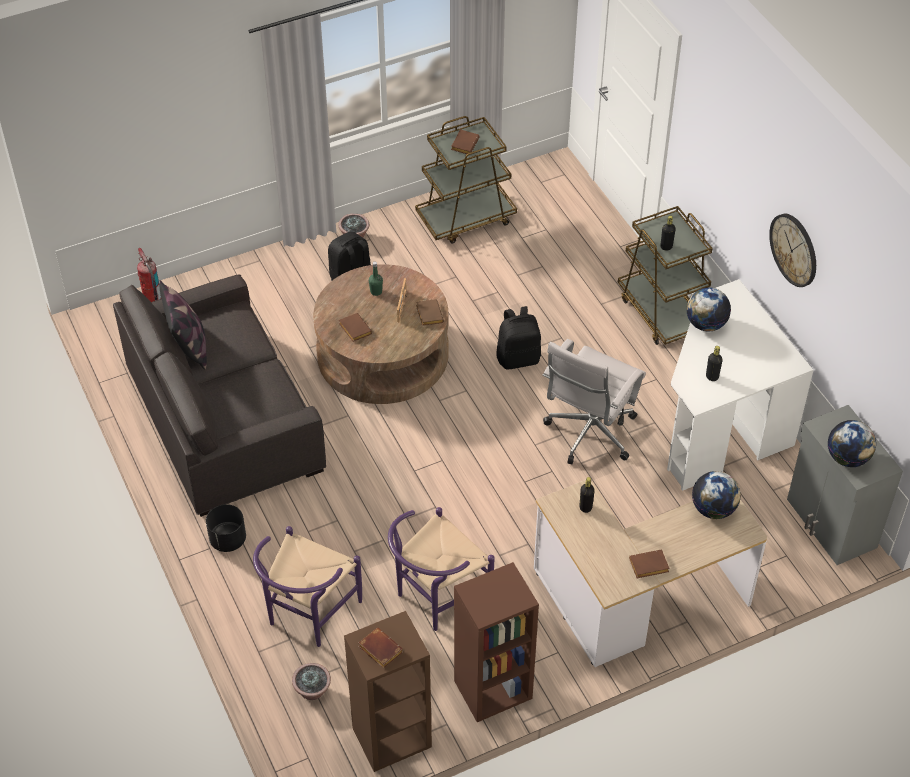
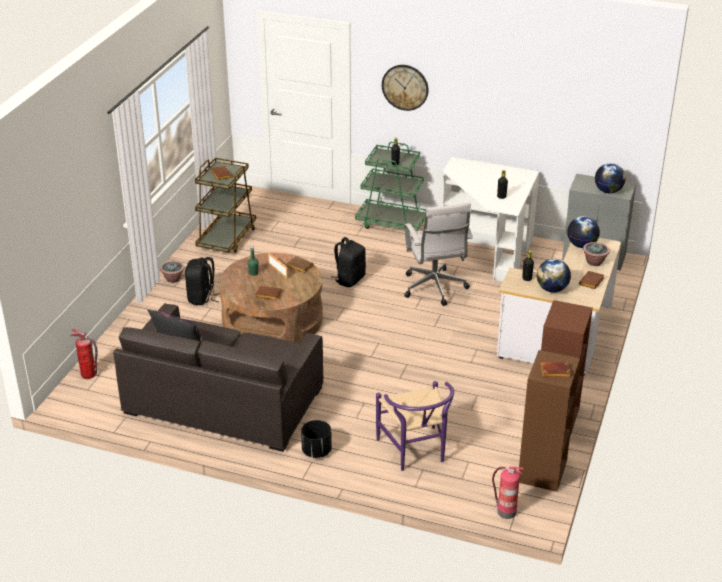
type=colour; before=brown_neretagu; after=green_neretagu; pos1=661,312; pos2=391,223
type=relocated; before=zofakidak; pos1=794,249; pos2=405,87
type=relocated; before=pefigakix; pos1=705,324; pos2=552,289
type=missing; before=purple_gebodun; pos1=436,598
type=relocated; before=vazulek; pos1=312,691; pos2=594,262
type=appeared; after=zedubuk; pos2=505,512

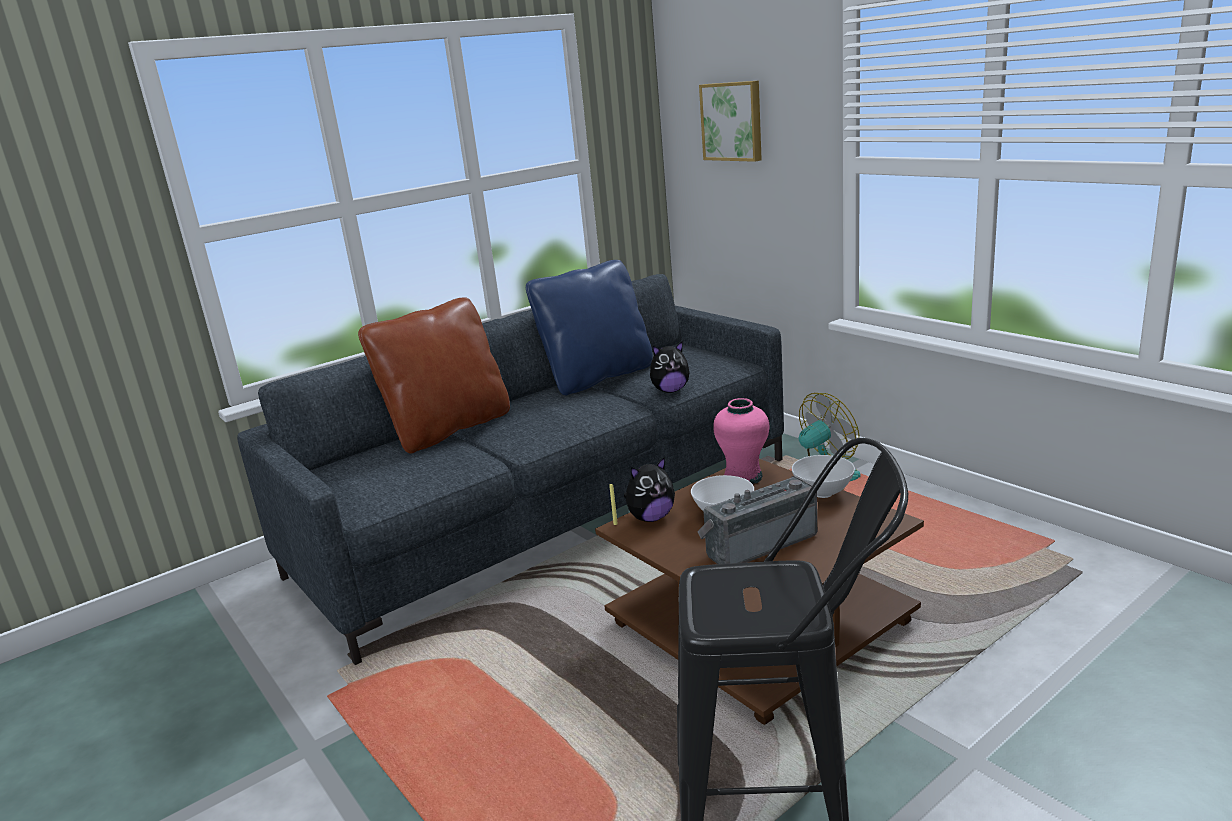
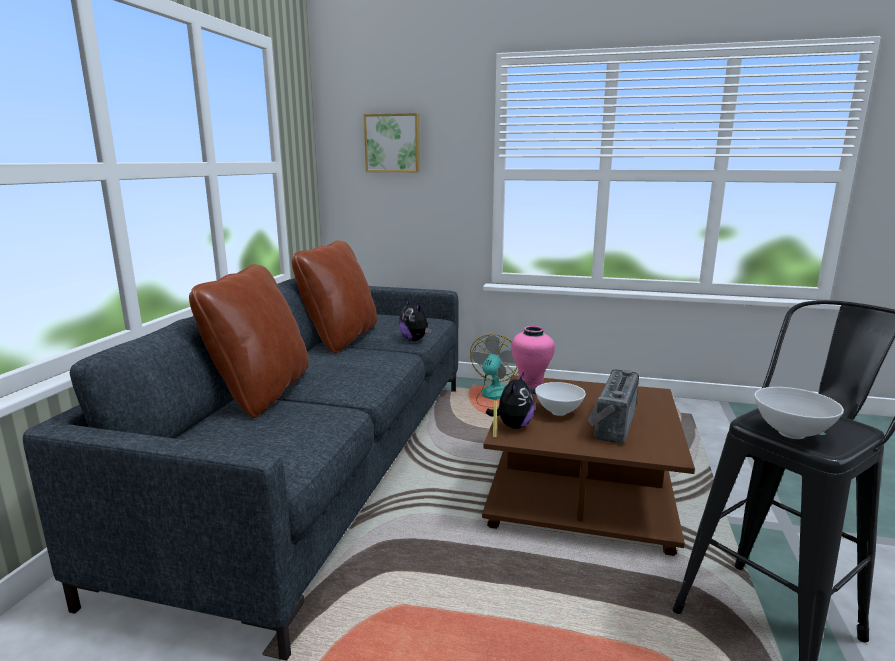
type=colour; before=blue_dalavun; after=brown_dalavun; pos1=597,377; pos2=340,338
type=spun; before=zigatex; pos1=670,390; pos2=415,339; turn=105
type=relocated; before=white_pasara; pos1=823,493; pos2=791,433

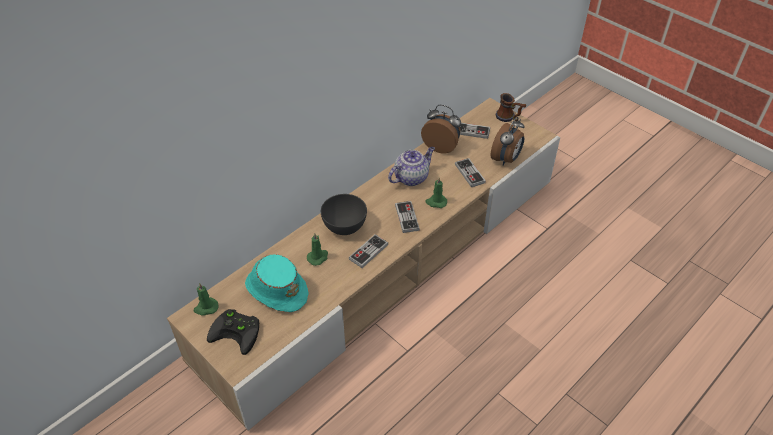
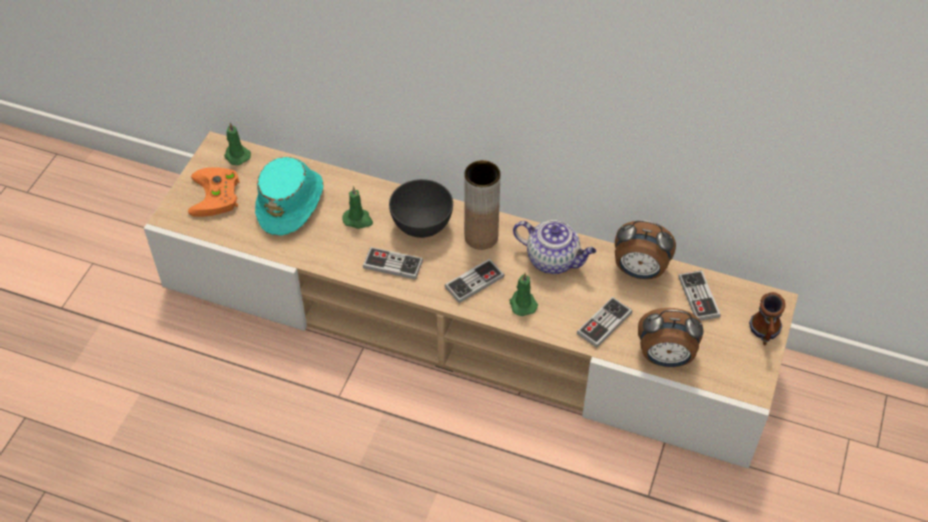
type=spun; before=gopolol; pos1=441,146; pos2=639,271; turn=105
type=colour; before=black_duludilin; after=orange_duludilin; pos1=238,332; pos2=217,196
type=appeared; after=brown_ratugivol; pos2=481,237

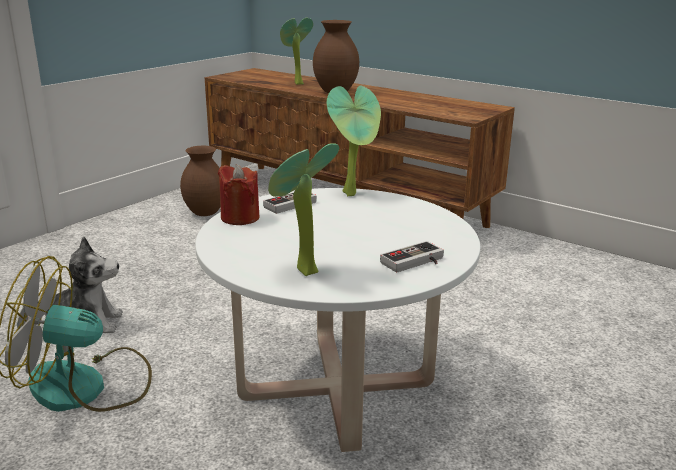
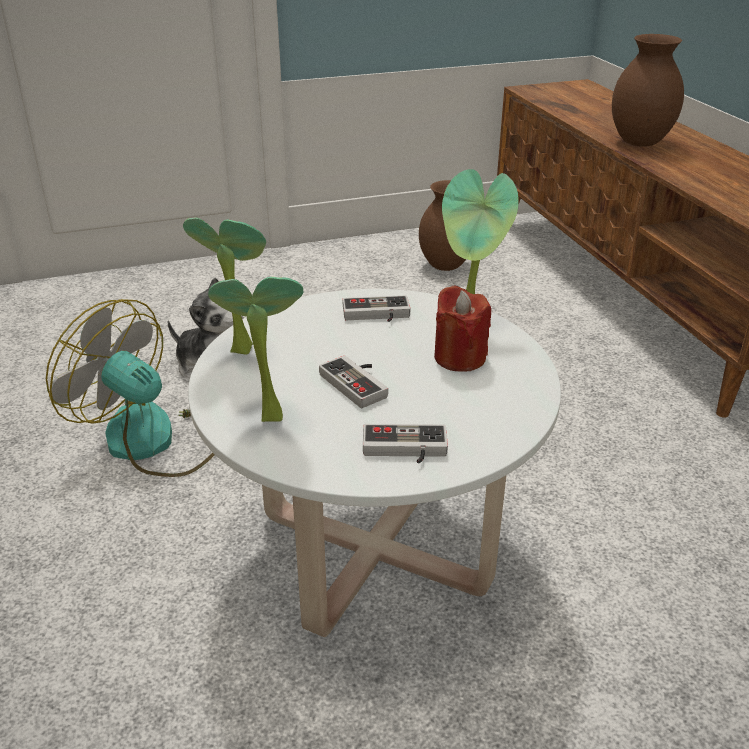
type=relocated; before=vazulek; pos1=296,84; pos2=239,347
type=relocated; before=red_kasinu; pos1=240,218; pos2=459,358
type=appeared; after=duludilin; pos2=359,383

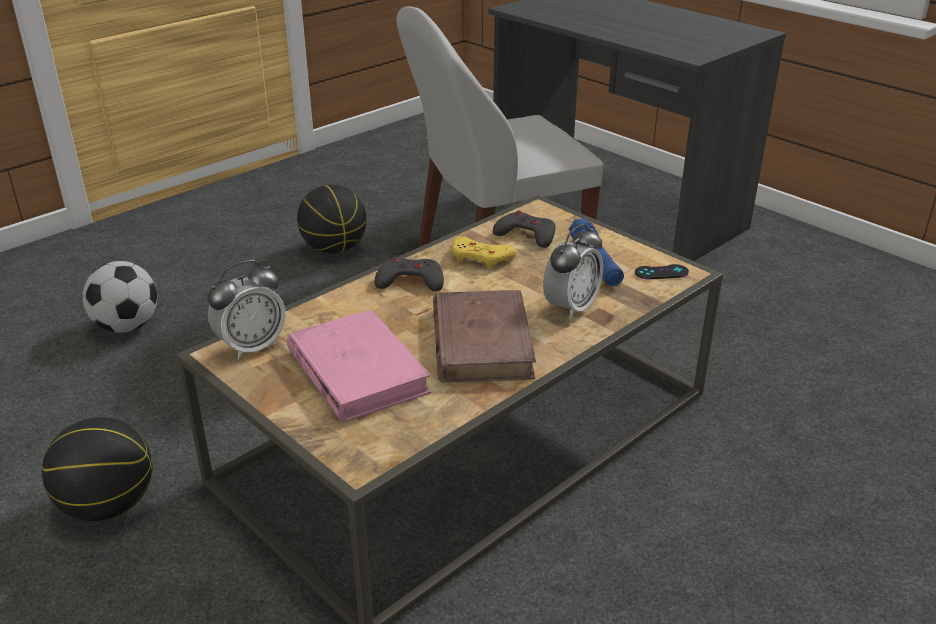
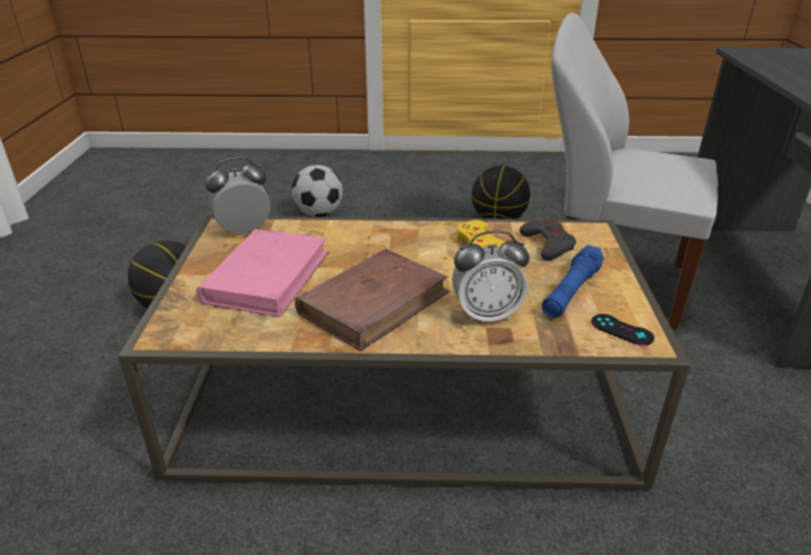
type=missing; before=grey_duludilin; pos1=410,281
type=spun; before=gopolol; pos1=251,347; pos2=244,230; turn=150

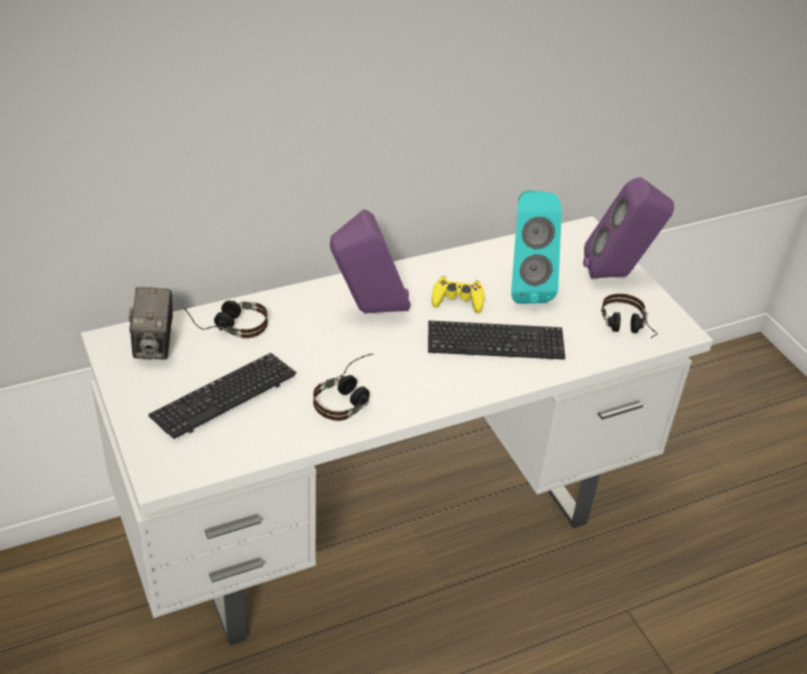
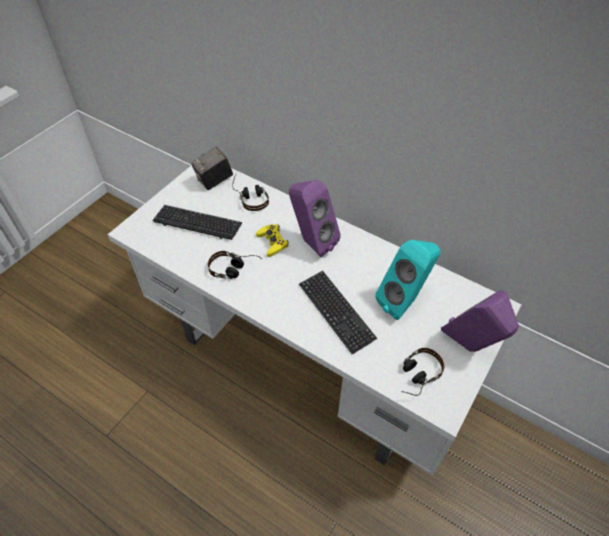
type=relocated; before=yellow_duludilin; pos1=457,299; pos2=272,242

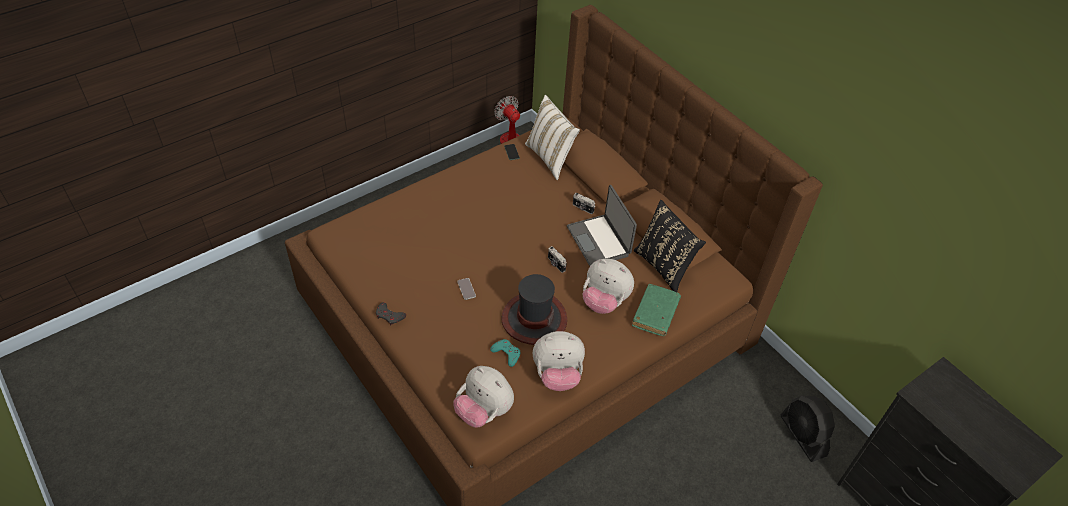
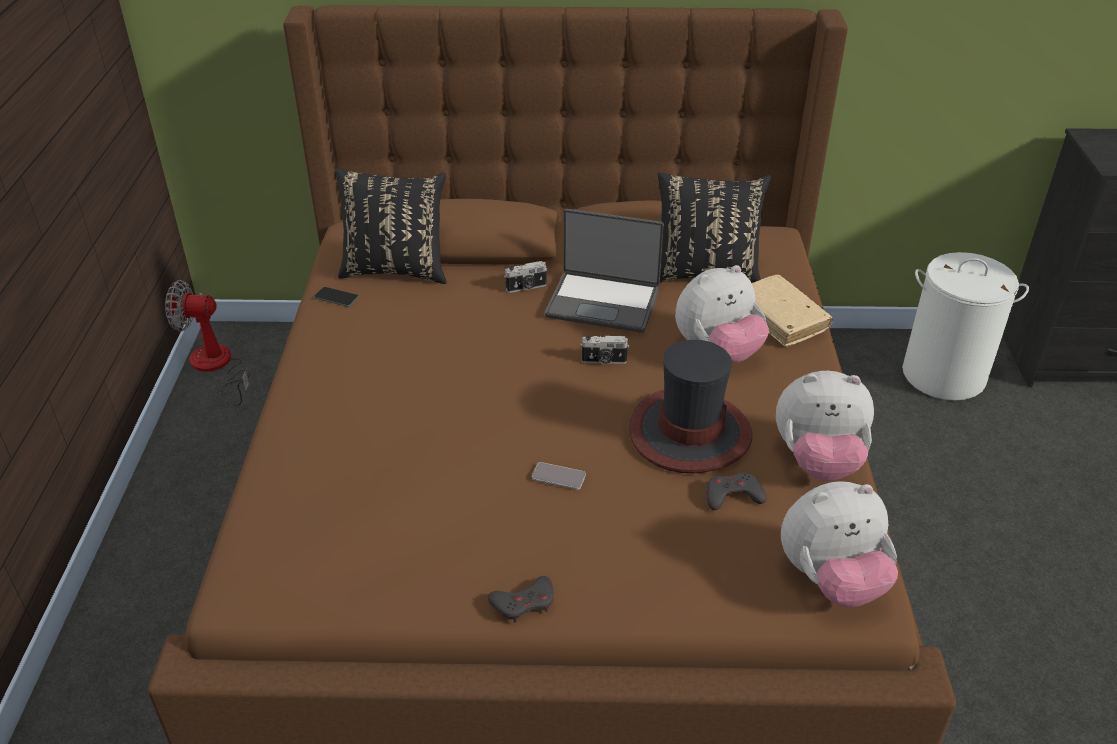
type=colour; before=white_dalavun; after=black_dalavun; pos1=550,158; pos2=396,269
type=colour; before=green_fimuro; after=beige_fimuro; pos1=655,313; pos2=780,318
type=spun; before=zigatex; pos1=557,375; pos2=818,461; turn=60
type=colour; before=turquoise_duludilin; after=grey_duludilin; pos1=506,353; pos2=732,495
type=exchanged; before=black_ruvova; after=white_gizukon; pos1=803,436; pos2=944,375

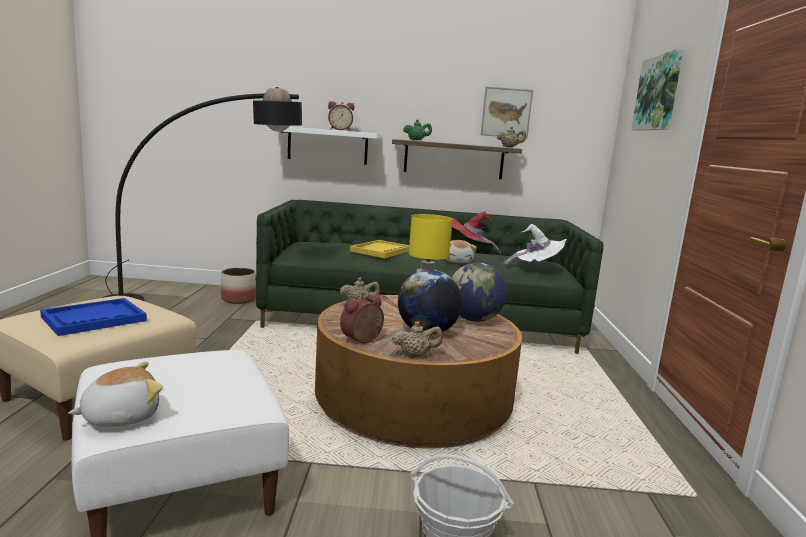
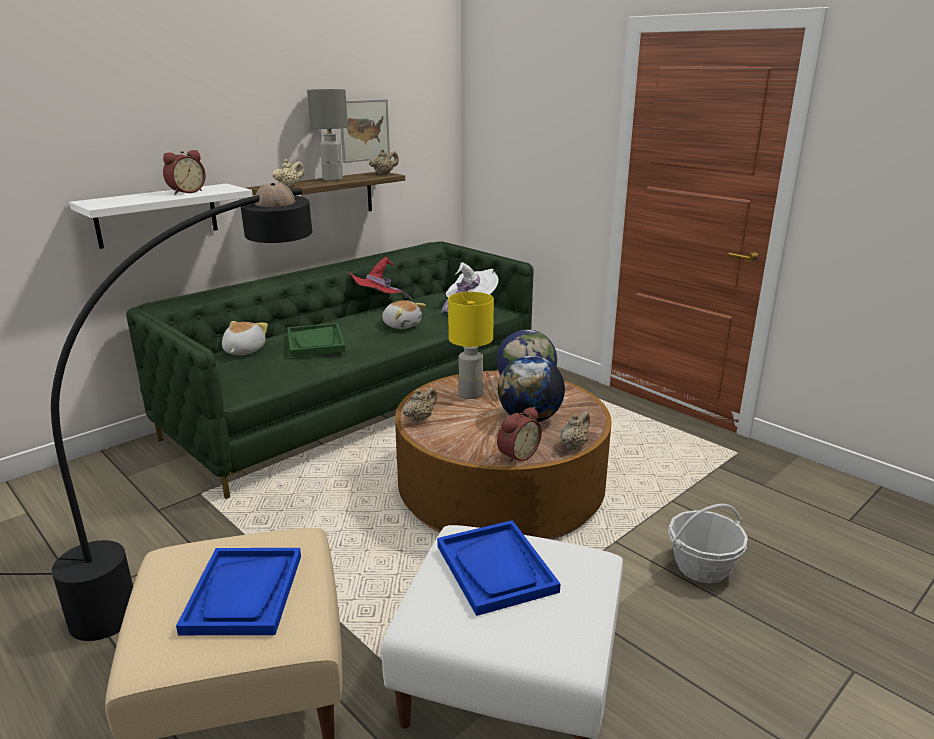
type=missing; before=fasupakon; pos1=658,93
type=colour; before=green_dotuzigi; after=beige_dotuzigi; pos1=416,140; pos2=289,187
type=colour; before=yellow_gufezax; after=green_gufezax; pos1=381,251; pos2=315,342
type=missing; before=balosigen; pos1=238,299
type=spun; before=gopolol; pos1=362,341; pos2=516,455; turn=-135
type=relocated; before=zigatex; pos1=121,416; pos2=243,351
type=appeared; after=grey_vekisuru; pos2=333,179
type=appeared; after=blue_gufezax; pos2=496,568

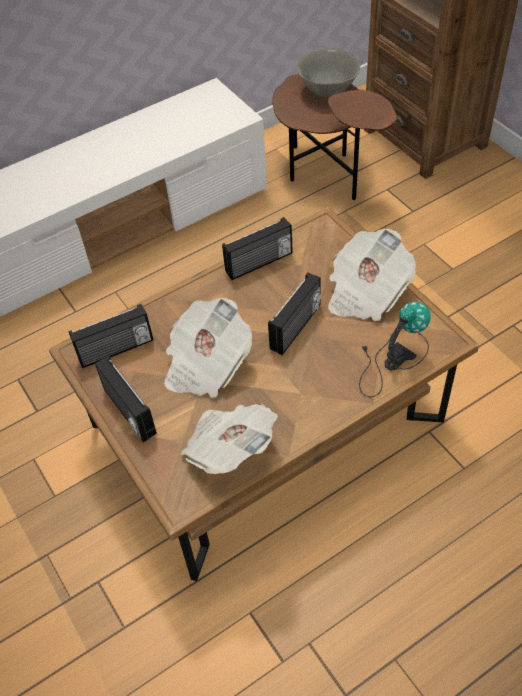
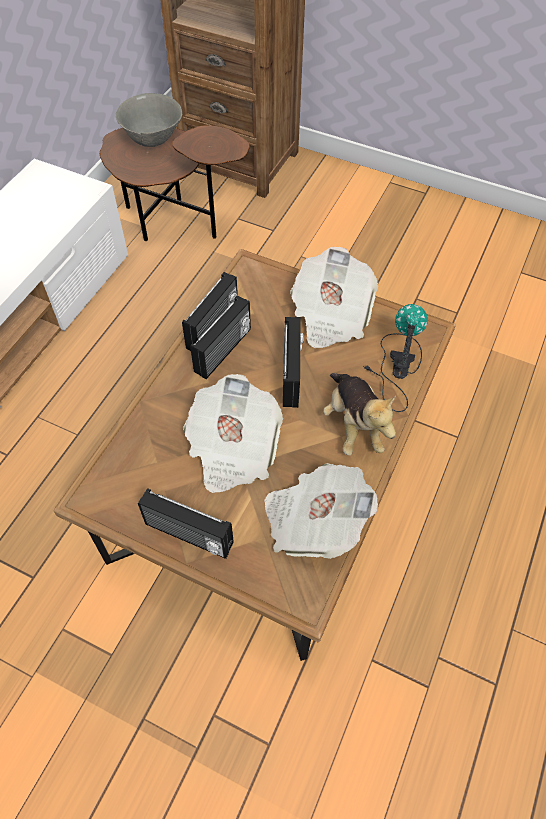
type=relocated; before=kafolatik; pos1=116,350; pos2=224,351
type=appeared; after=zigatex; pos2=353,424

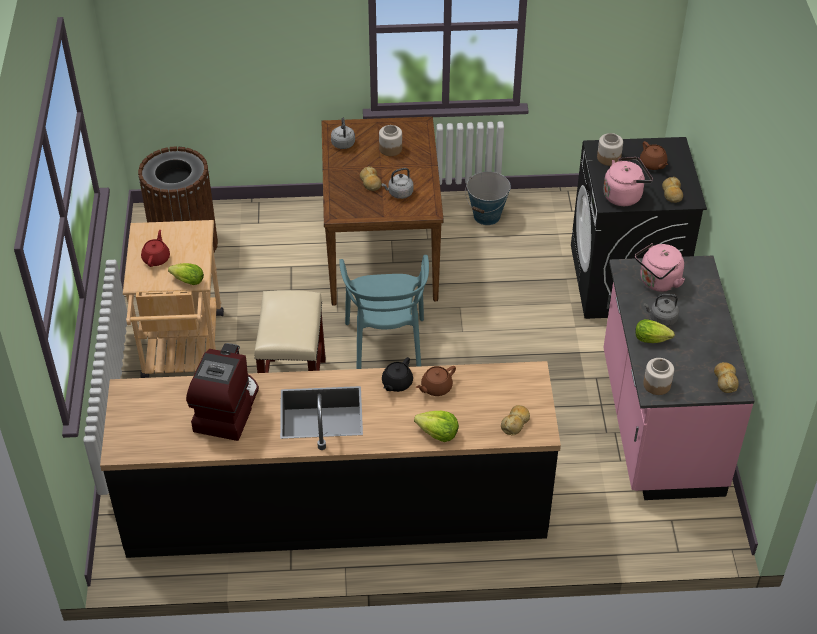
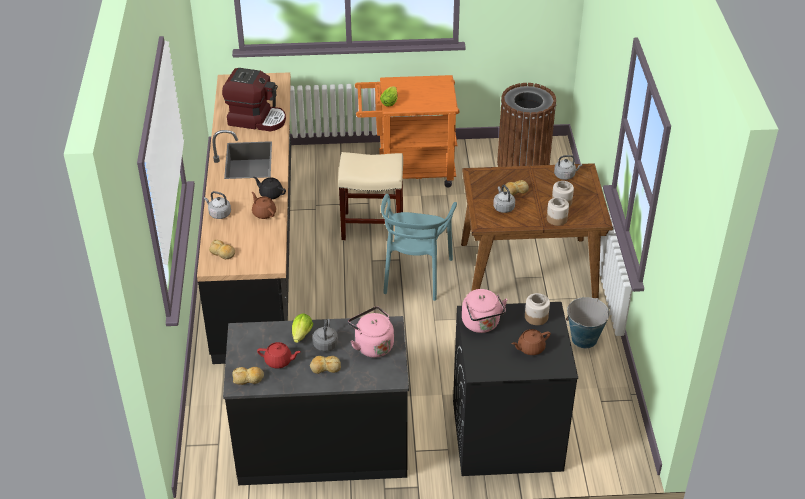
type=relocated; before=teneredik; pos1=672,194; pos2=325,367
type=colour; before=beige_neretagu; after=orange_neretagu; pos1=183,353; pos2=408,171
type=relocated; before=red_dotuzigi; pos1=156,258; pos2=279,361
type=spun; before=turquoise_gebodun; pos1=386,347; pos2=415,274; turn=-75
type=colour; before=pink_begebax; after=black_begebax; pos1=658,425; pos2=322,445
type=relocated; before=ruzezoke; pos1=657,384; pos2=557,219
type=exchanged; before=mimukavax; after=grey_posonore; pos1=438,433; pos2=219,214

